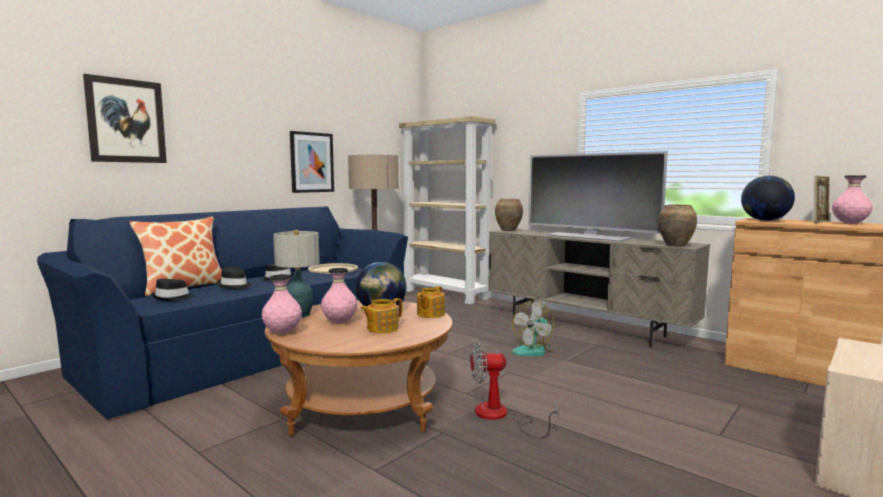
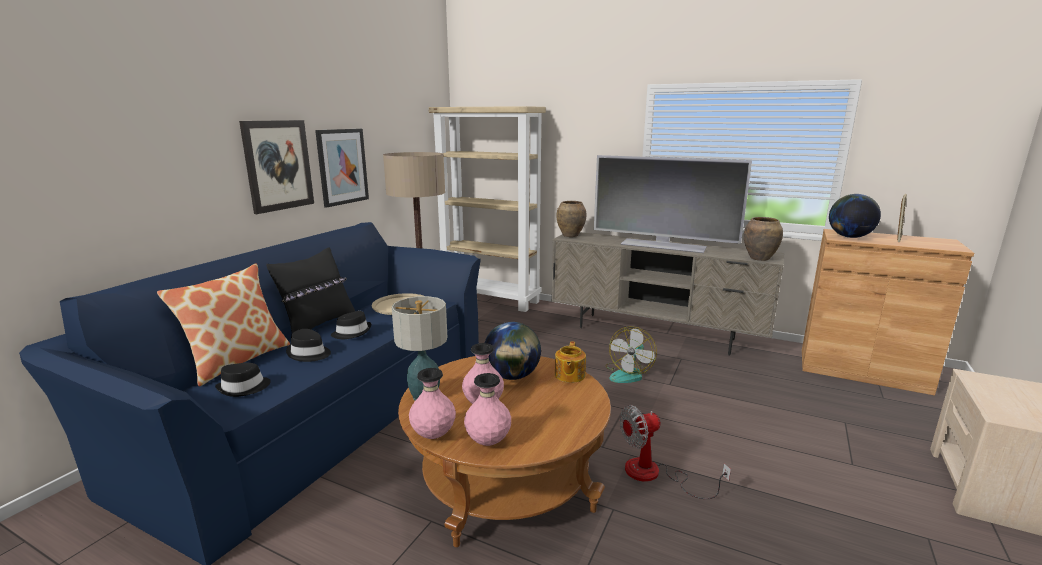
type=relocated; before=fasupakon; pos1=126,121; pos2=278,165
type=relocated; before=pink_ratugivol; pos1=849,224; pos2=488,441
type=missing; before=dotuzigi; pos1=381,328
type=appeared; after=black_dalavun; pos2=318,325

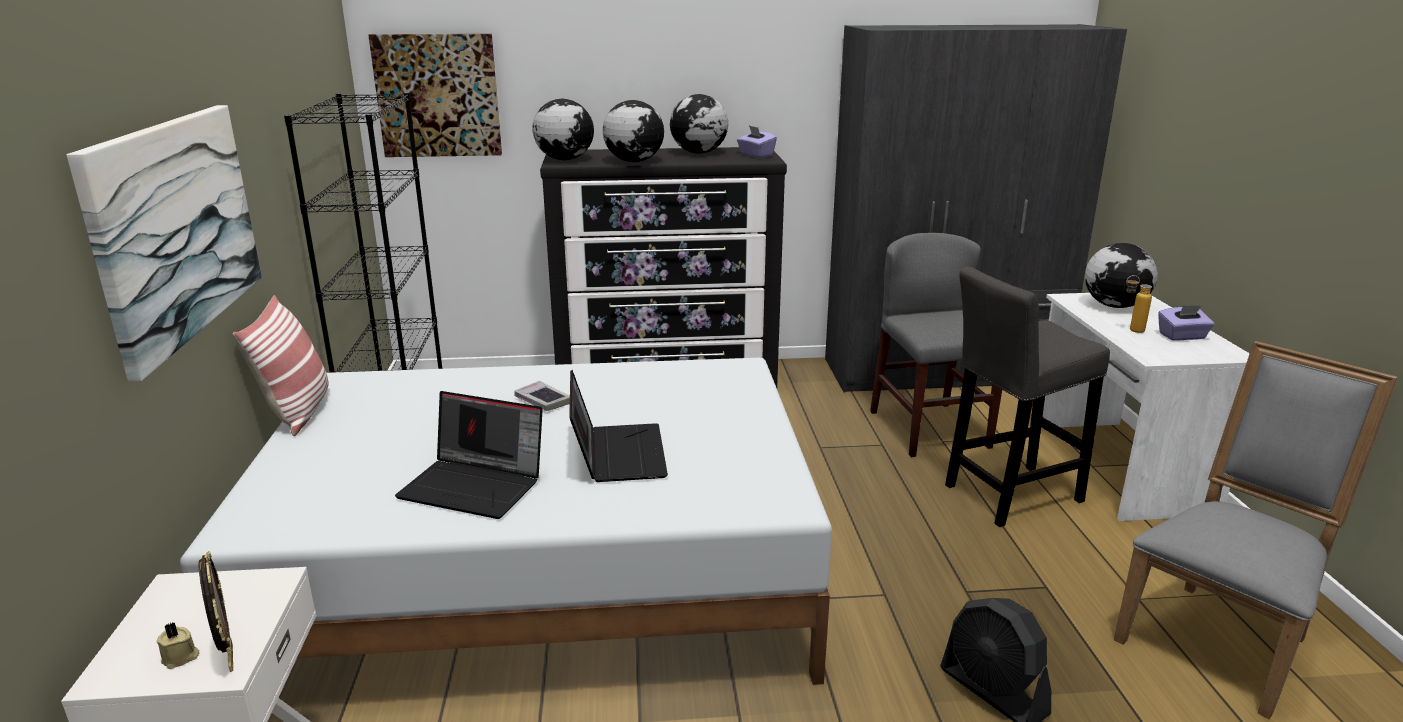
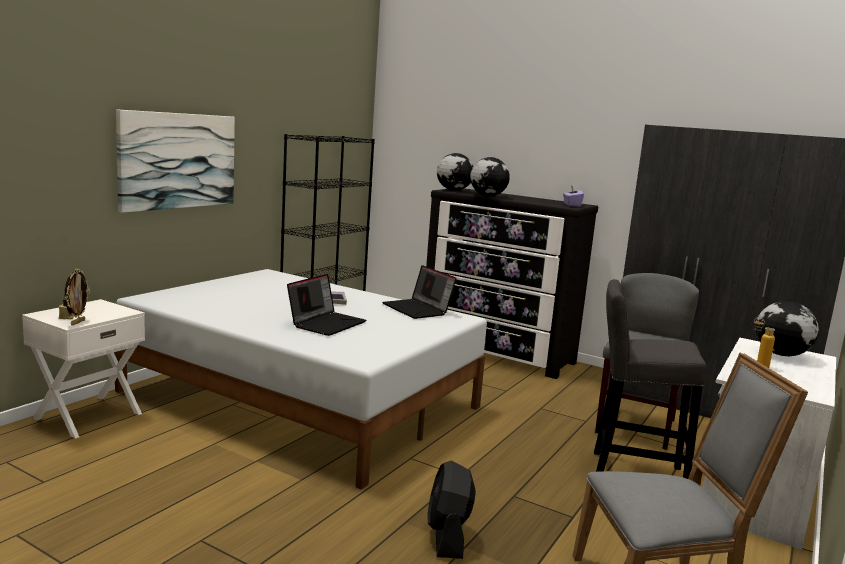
type=missing; before=fasupakon; pos1=438,95
type=missing; before=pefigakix; pos1=698,153
type=missing; before=dalavun; pos1=298,411
type=missing; before=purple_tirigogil; pos1=1182,336
type=relocated; before=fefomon; pos1=476,486; pos2=418,309

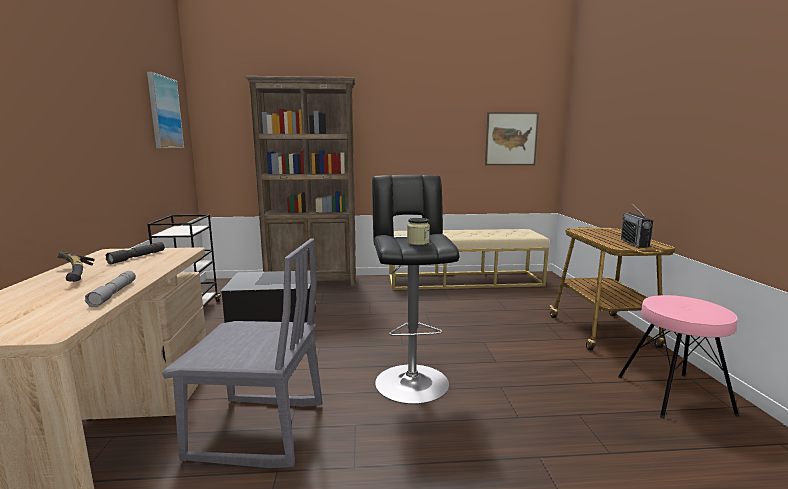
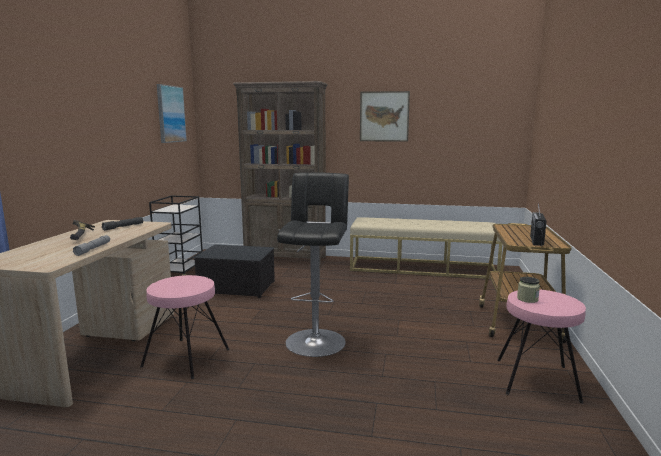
type=relocated; before=fasupakon; pos1=511,139; pos2=384,116
type=relocated; before=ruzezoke; pos1=418,242; pos2=527,299
type=exchanged; before=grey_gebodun; after=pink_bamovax; pos1=257,432; pos2=186,358

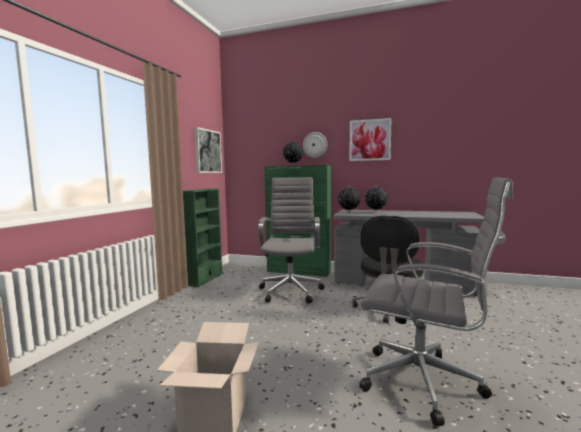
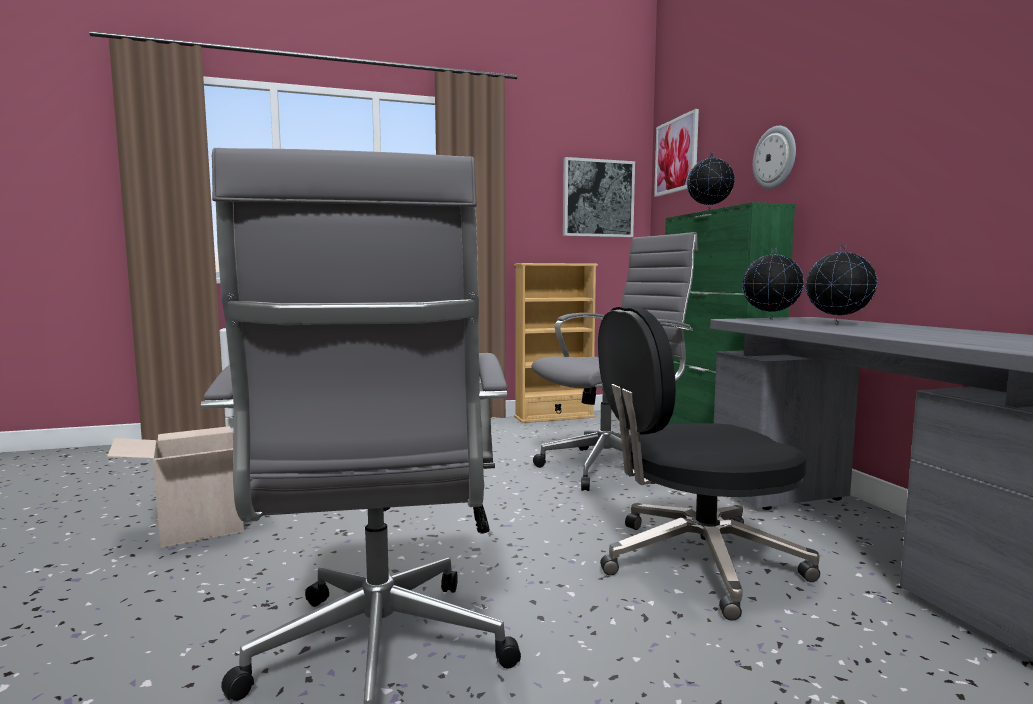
type=relocated; before=fasupakon; pos1=370,140; pos2=676,155
type=colour; before=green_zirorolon; after=beige_zirorolon; pos1=205,279; pos2=554,417

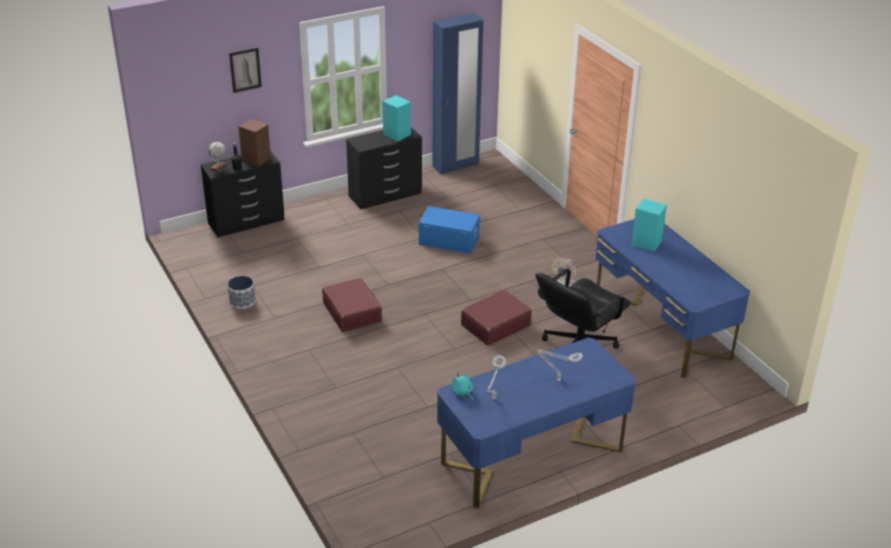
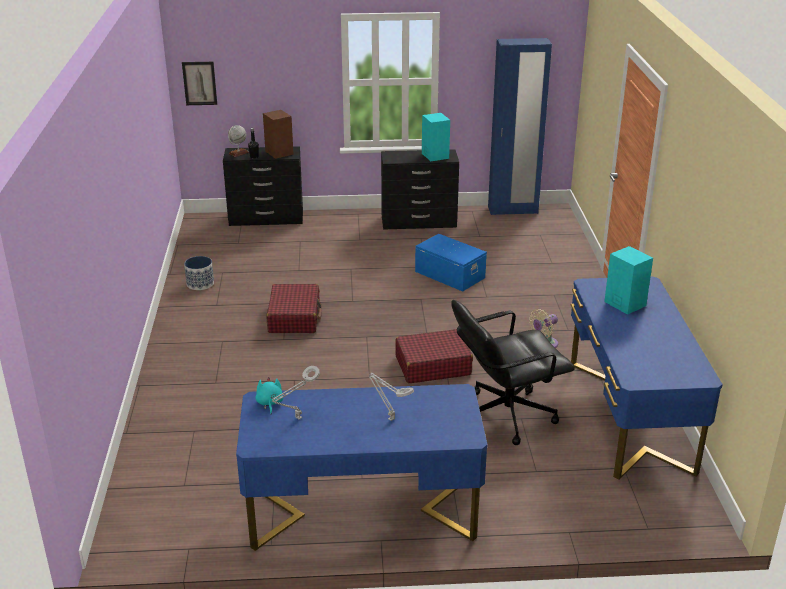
type=relocated; before=fasupakon; pos1=245,70; pos2=199,83

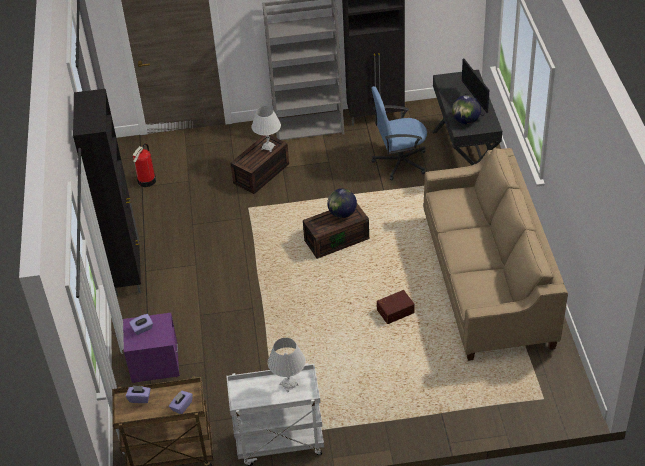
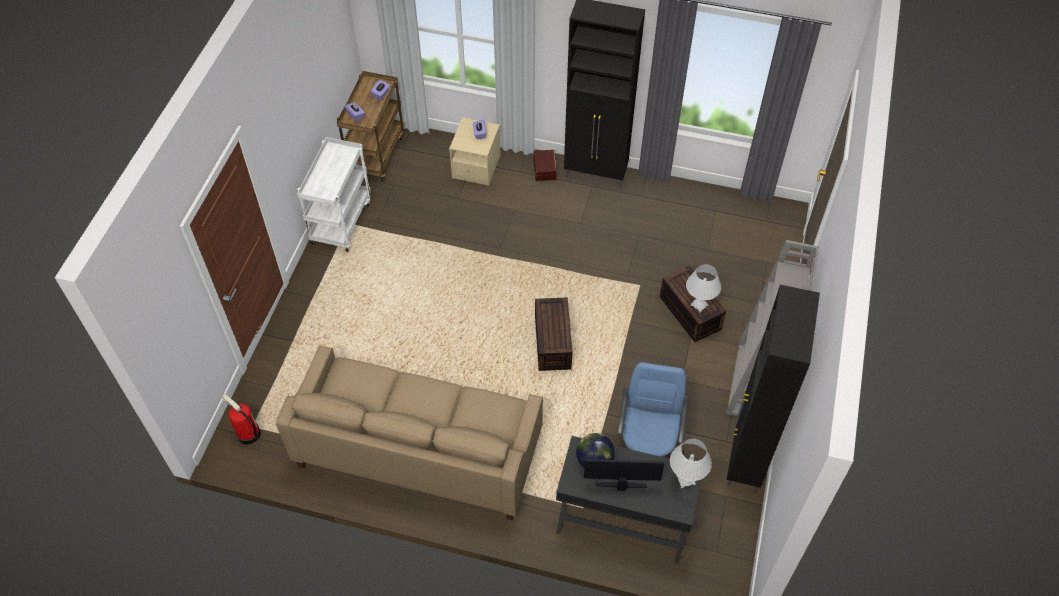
type=relocated; before=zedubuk; pos1=147,181; pos2=248,434
type=missing; before=pefigakix; pos1=342,214
type=relocated; before=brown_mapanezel; pos1=395,311; pos2=545,169
type=colour; before=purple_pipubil; after=beige_pipubil; pos1=155,363; pos2=476,167
type=relocated; before=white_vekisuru; pos1=289,384; pos2=685,479

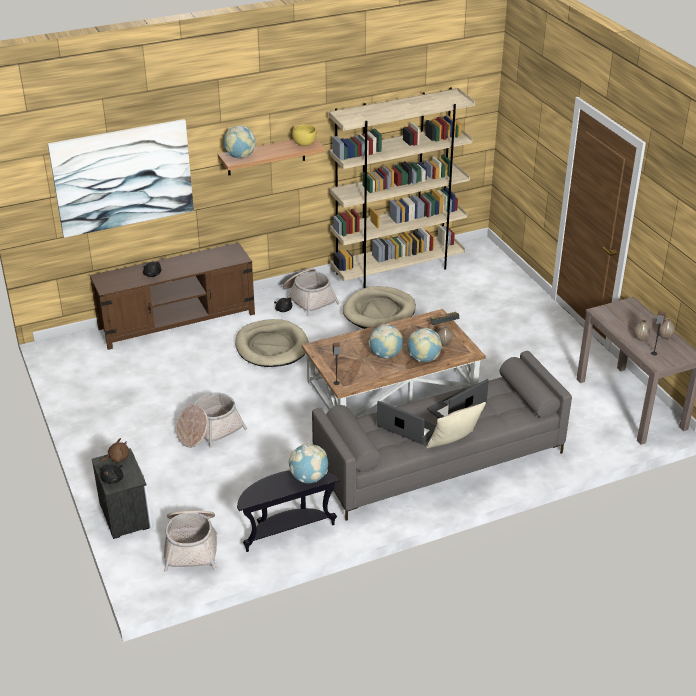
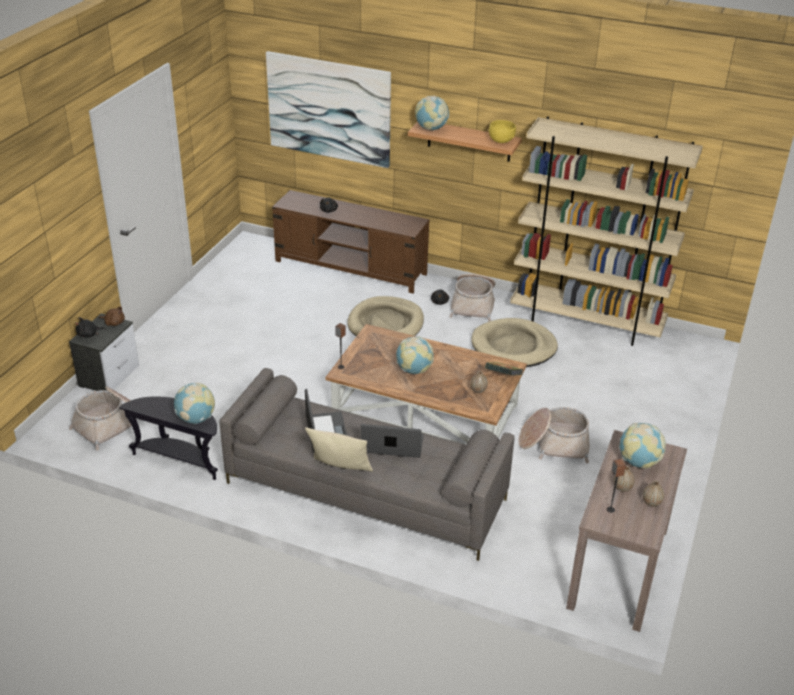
type=relocated; before=pefigakix; pos1=423,359; pos2=638,462
type=relocated; before=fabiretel; pos1=209,431; pos2=554,444

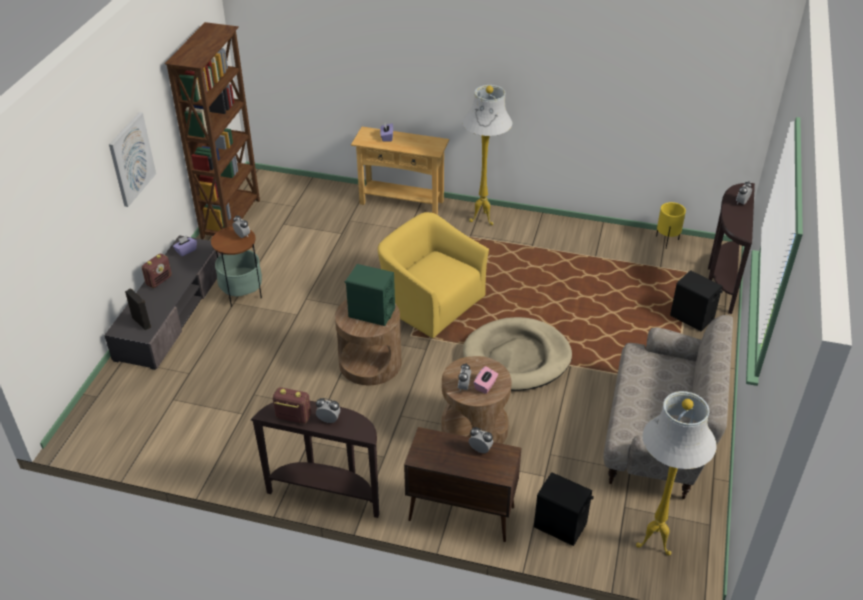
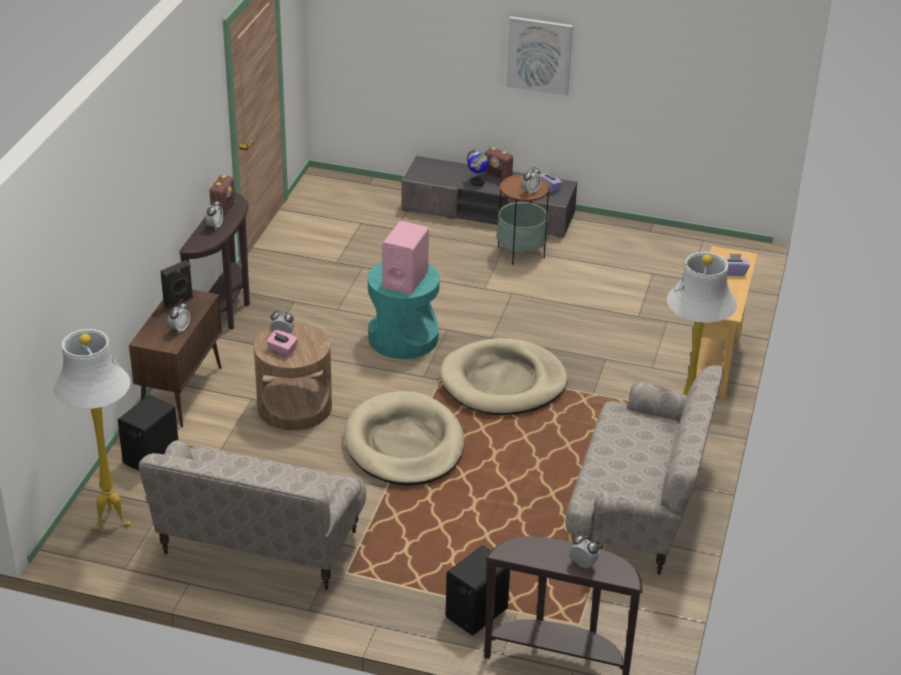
type=missing; before=brown_zirorolon; pos1=232,219
type=missing; before=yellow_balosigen; pos1=667,241
type=exchanged; before=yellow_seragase; after=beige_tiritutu; pos1=431,304; pos2=503,382
type=colour; before=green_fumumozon; after=pink_fumumozon; pos1=371,313; pos2=405,279
type=relocated; before=black_fumumozon; pos1=142,322; pos2=179,302
type=colour; before=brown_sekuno; after=turquoise_sekuno; pos1=370,363; pos2=403,337
type=appeared; after=pefigakix; pos2=477,182
type=appeared; after=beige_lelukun; pos2=637,511

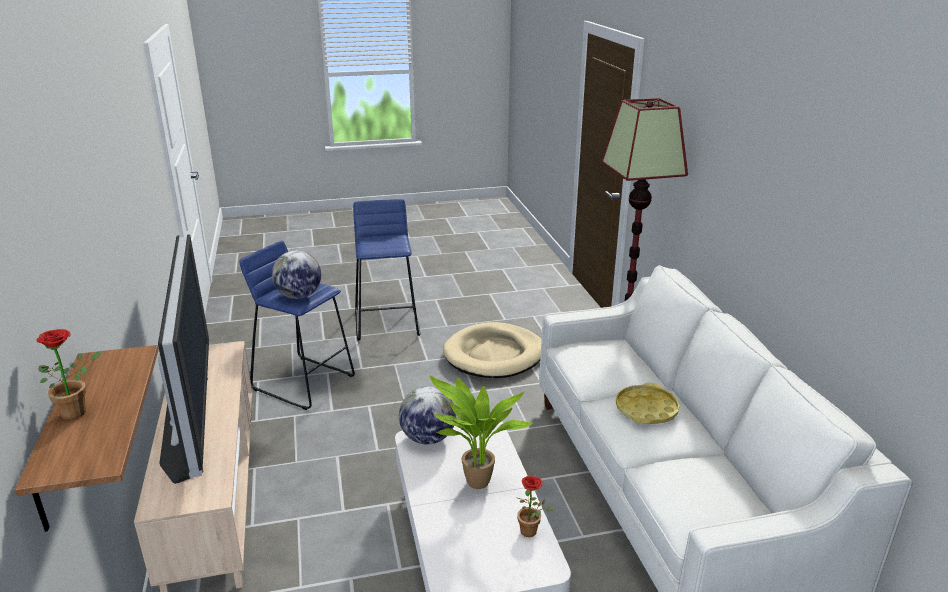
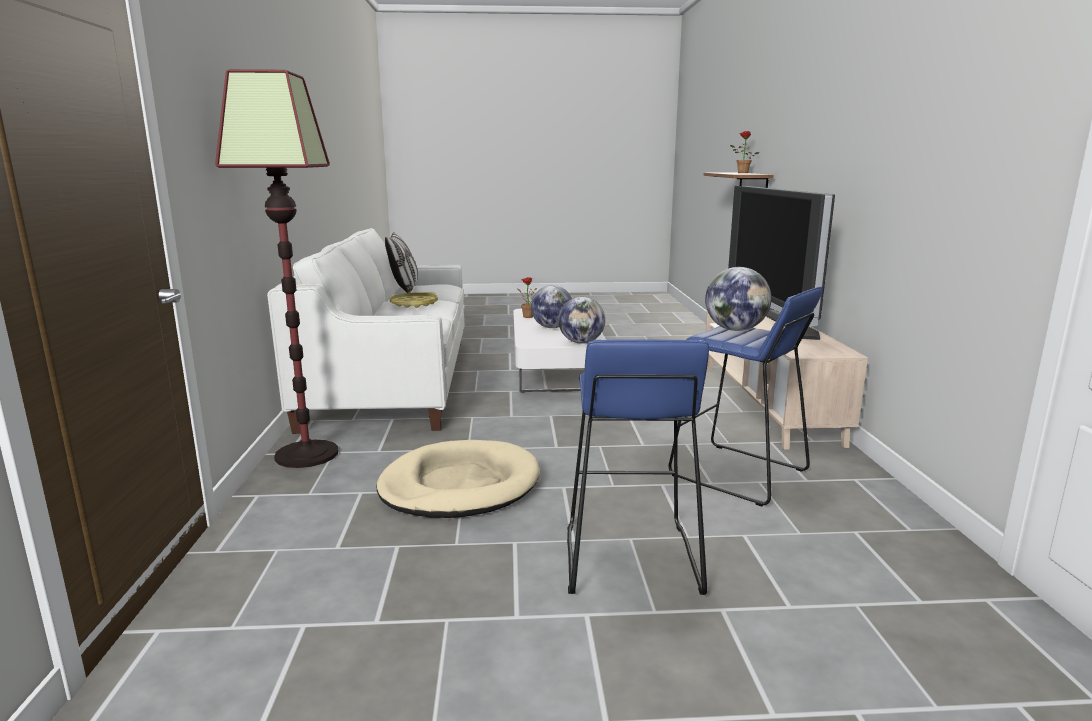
type=exchanged; before=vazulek; after=pefigakix; pos1=476,485; pos2=552,327
type=appeared; after=dalavun; pos2=404,289

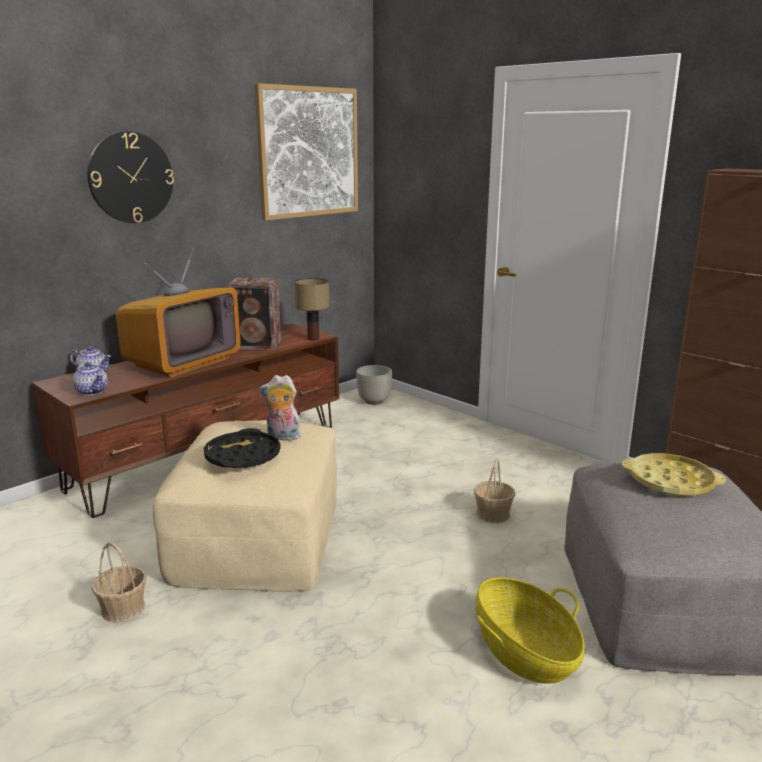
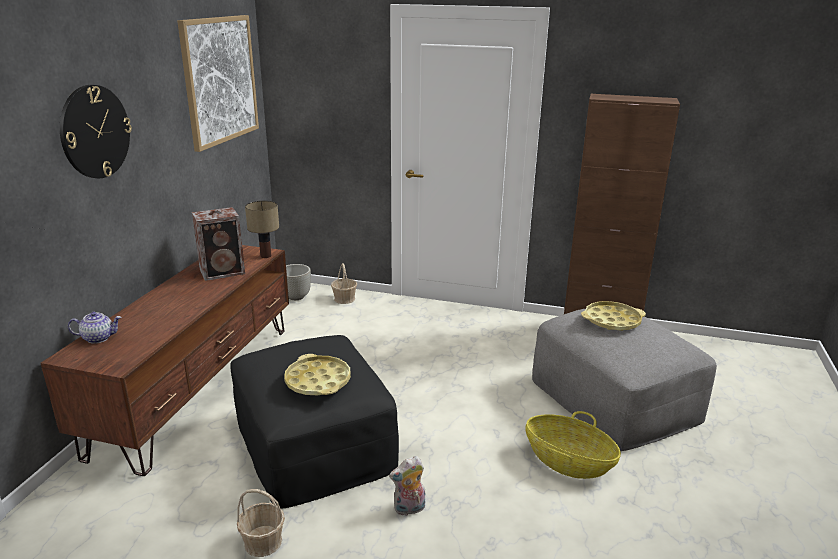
type=missing; before=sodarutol; pos1=183,362
type=missing; before=dotuzigi; pos1=92,391
type=relocated; before=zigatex; pos1=282,437; pos2=409,509
type=colour; before=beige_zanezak; after=black_zanezak; pos1=258,536; pos2=314,442
type=colour; before=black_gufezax; after=yellow_gufezax; pos1=242,456; pos2=318,381
type=relocated; before=fabiretel; pos1=493,514; pos2=344,299

